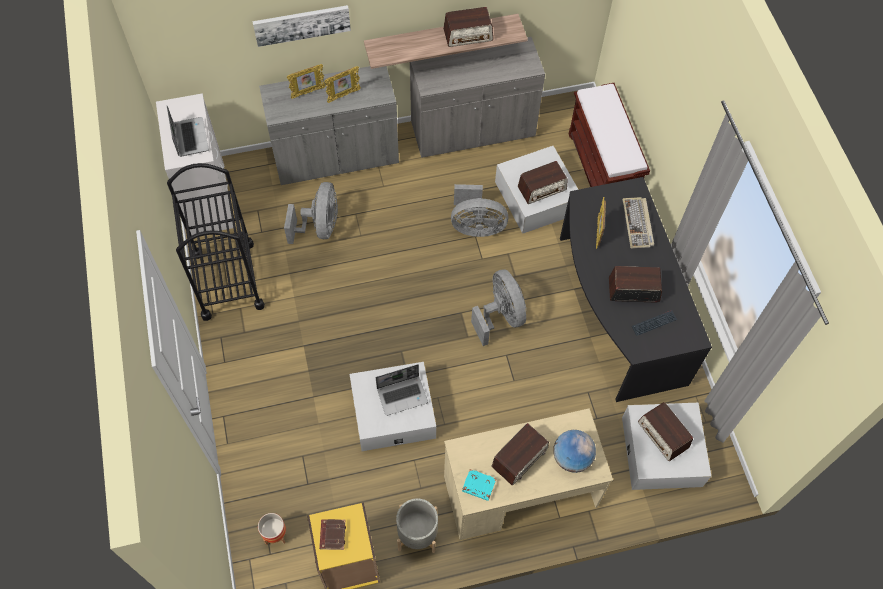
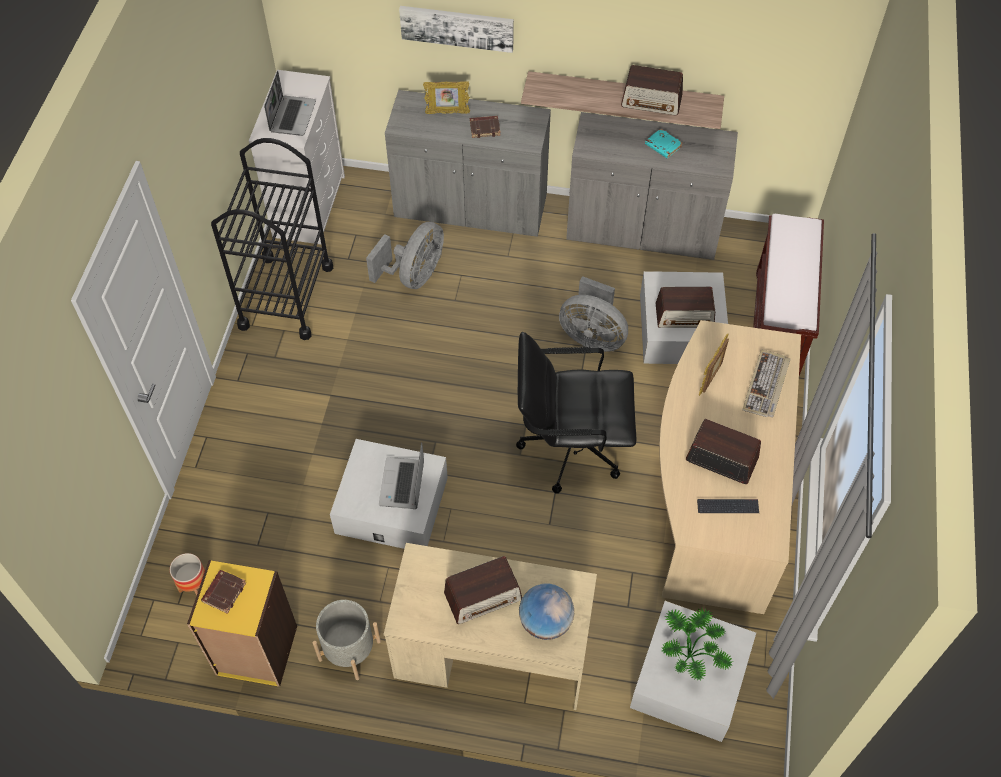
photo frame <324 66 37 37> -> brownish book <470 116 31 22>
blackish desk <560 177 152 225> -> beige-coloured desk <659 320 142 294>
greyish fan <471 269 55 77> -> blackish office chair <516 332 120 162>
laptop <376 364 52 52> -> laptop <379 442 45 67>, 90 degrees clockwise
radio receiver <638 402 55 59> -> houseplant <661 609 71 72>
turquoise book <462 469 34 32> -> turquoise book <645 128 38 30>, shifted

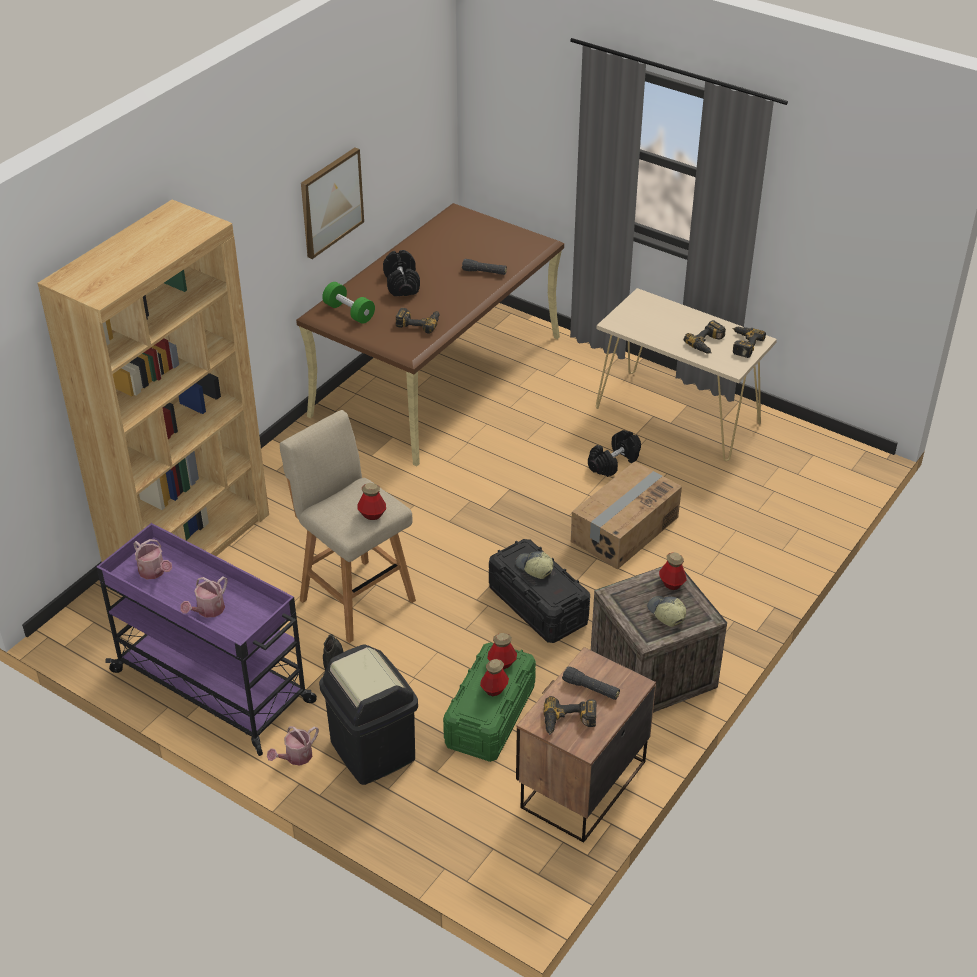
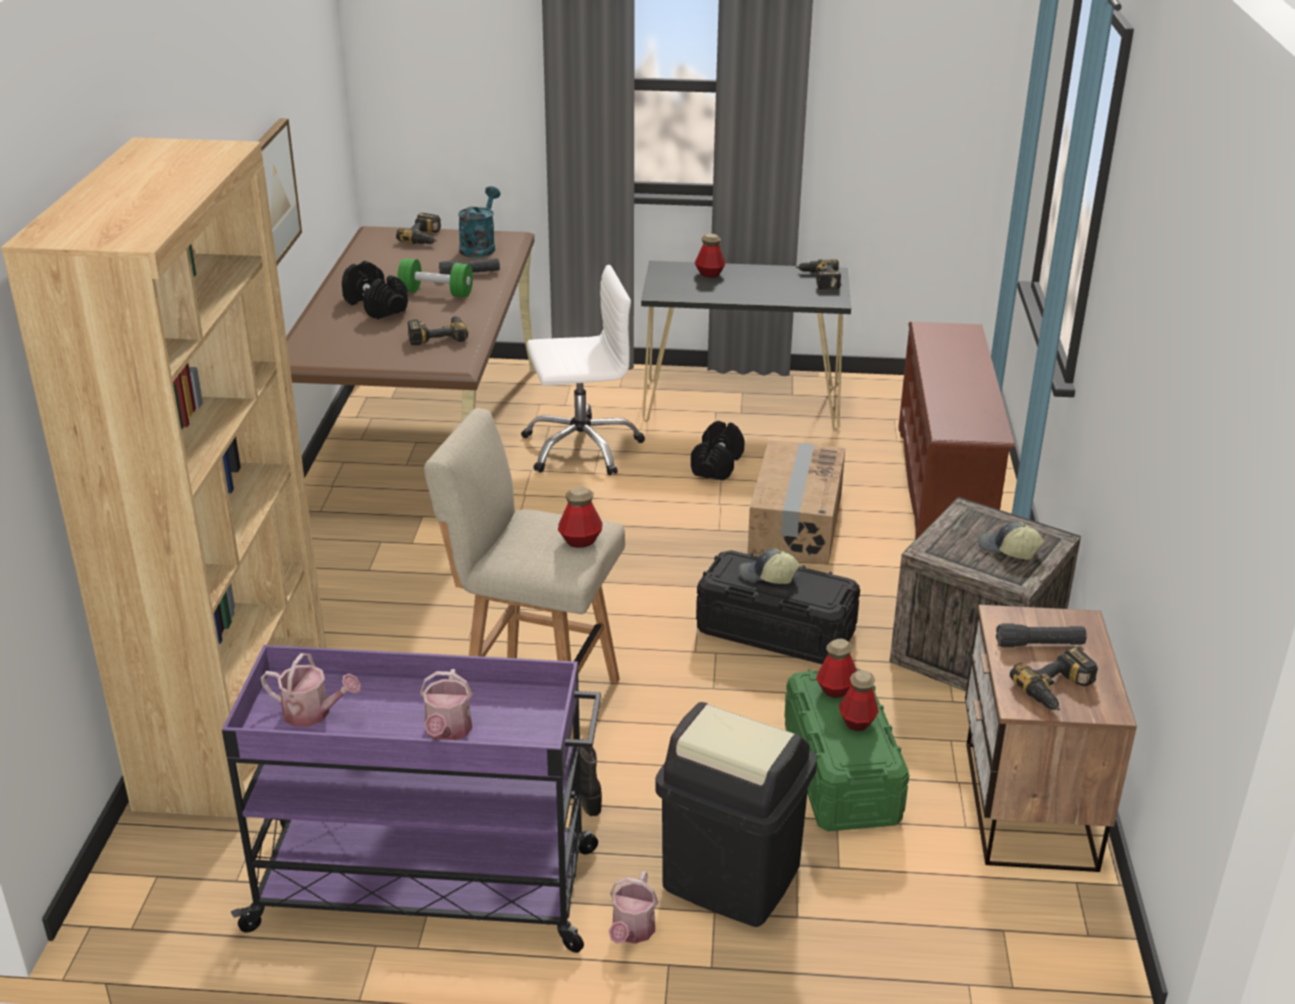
green-coloured free weight <322 282 53 42> -> green-coloured free weight <397 258 76 39>, shifted
beige-coloured console table <596 288 181 173> -> blackish console table <641 261 210 169>
electric drill <684 320 42 34> -> electric drill <396 213 45 31>, shifted
drink bottle <659 552 28 38> -> drink bottle <695 234 31 43>, shifted
none -> turquoise sprinkling can <458 186 42 72>
none -> whitish office chair <521 265 124 211>
none -> brownish shoe rack <898 322 117 218>

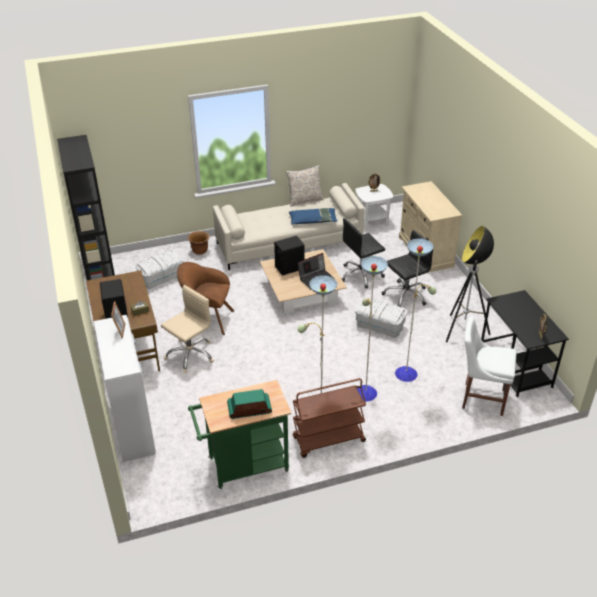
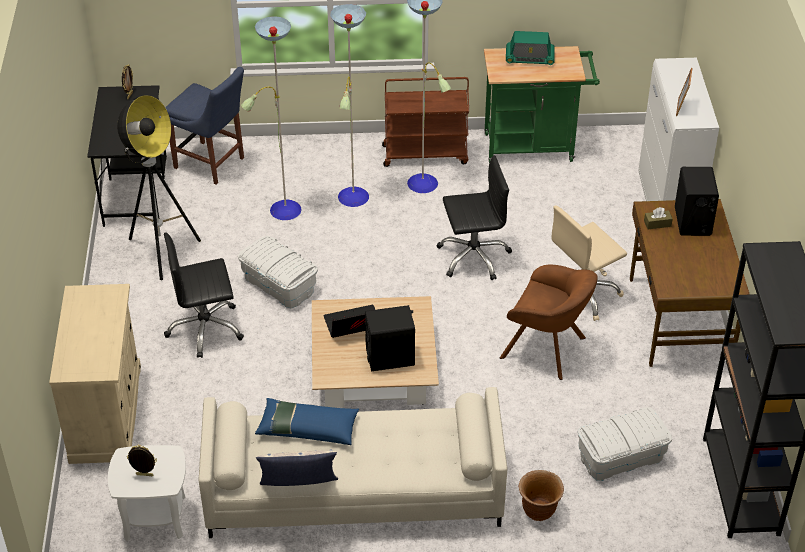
blackish office chair <342 218 43 71> -> blackish office chair <437 155 75 125>, shifted
whitish chair <462 317 55 99> -> blue-coloured chair <165 67 79 118>

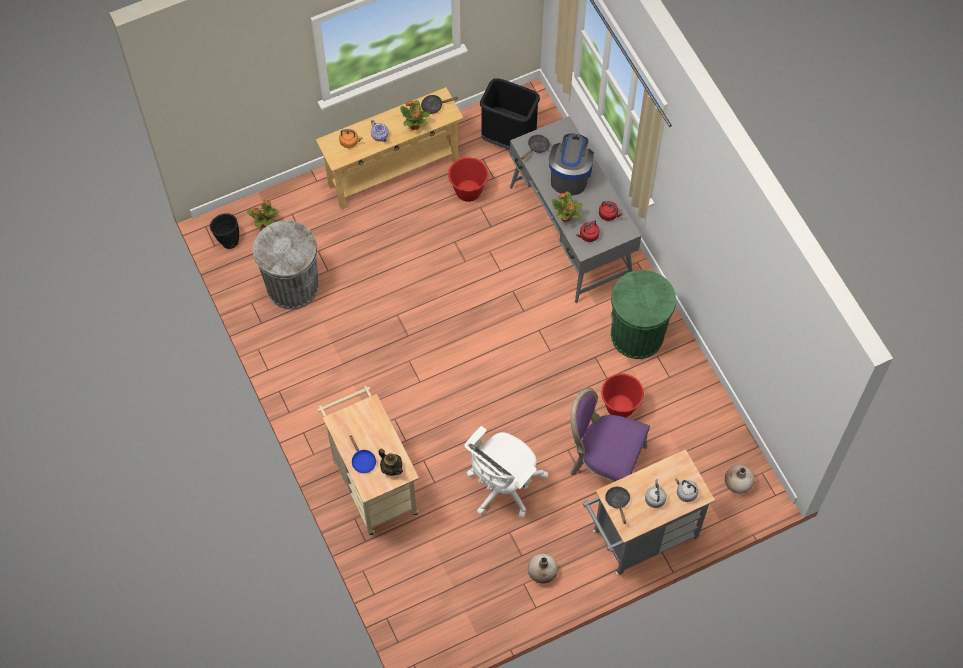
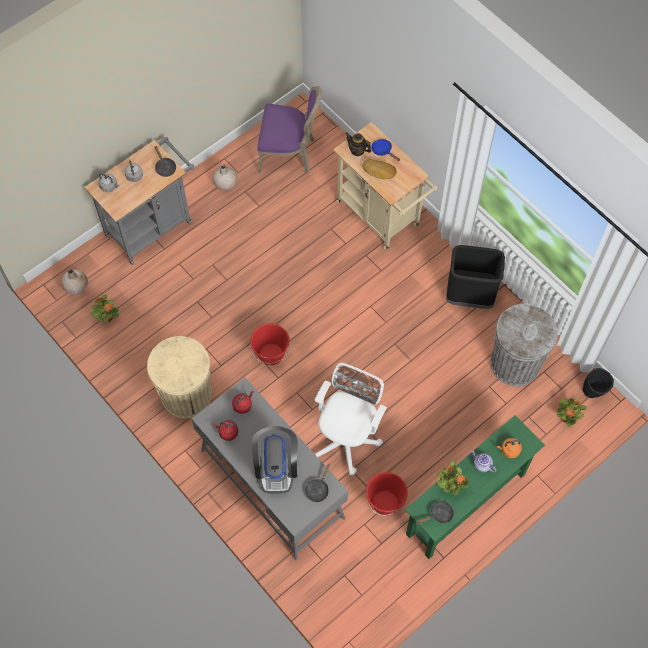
blackish waste bin <480 78 60 72> -> blackish waste bin <446 245 59 64>, shifted
beige-coloured console table <316 87 147 122> -> green-coloured console table <405 415 140 144>
houseplant <552 191 31 31> -> houseplant <91 295 28 27>, shifted
green-coloured waste bin <611 270 65 89> -> beige-coloured waste bin <147 336 65 83>
red-coloured bucket <600 374 45 44> -> red-coloured bucket <250 323 41 42>, shifted
purplish chair <570 388 80 94> -> purplish chair <257 86 65 88>, shifted
whitish office chair <464 426 84 92> -> whitish office chair <315 363 72 112>, shifted
none -> bread <362 159 35 20>

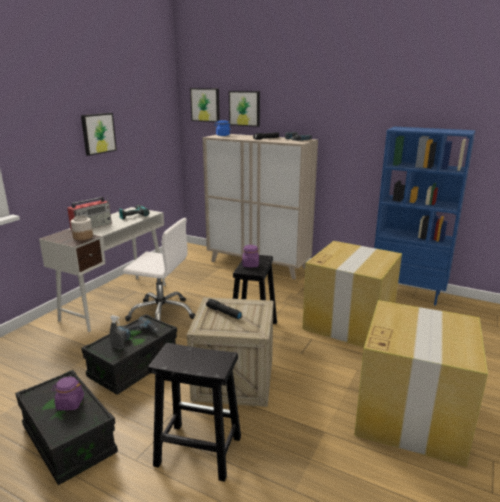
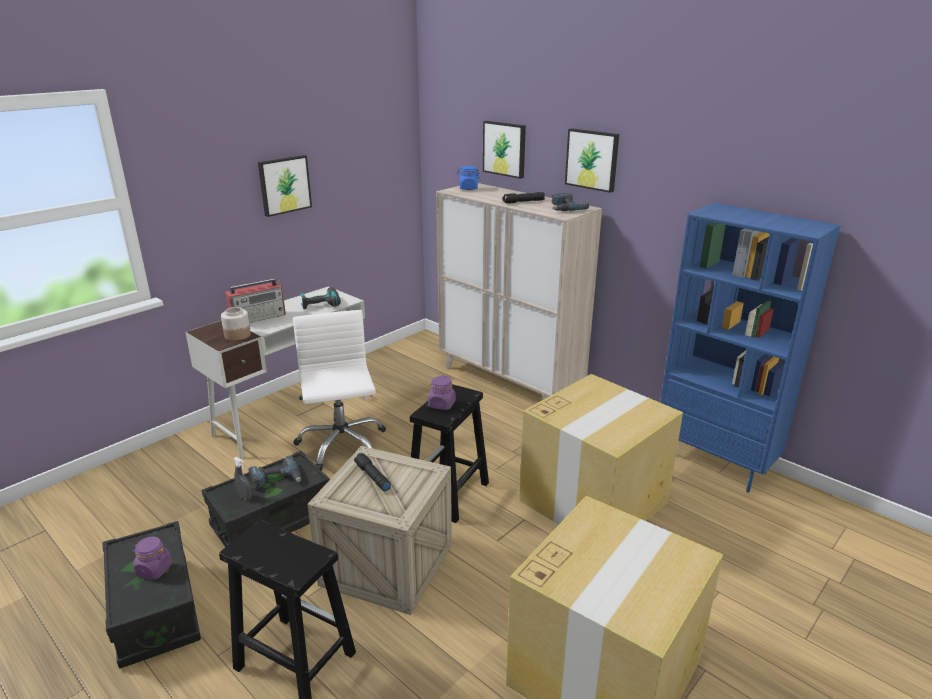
wall picture <190 88 30 34> -> wall picture <565 128 54 65>, shifted
whitish office chair <123 218 72 103> -> whitish office chair <293 310 93 161>, 135 degrees counterclockwise

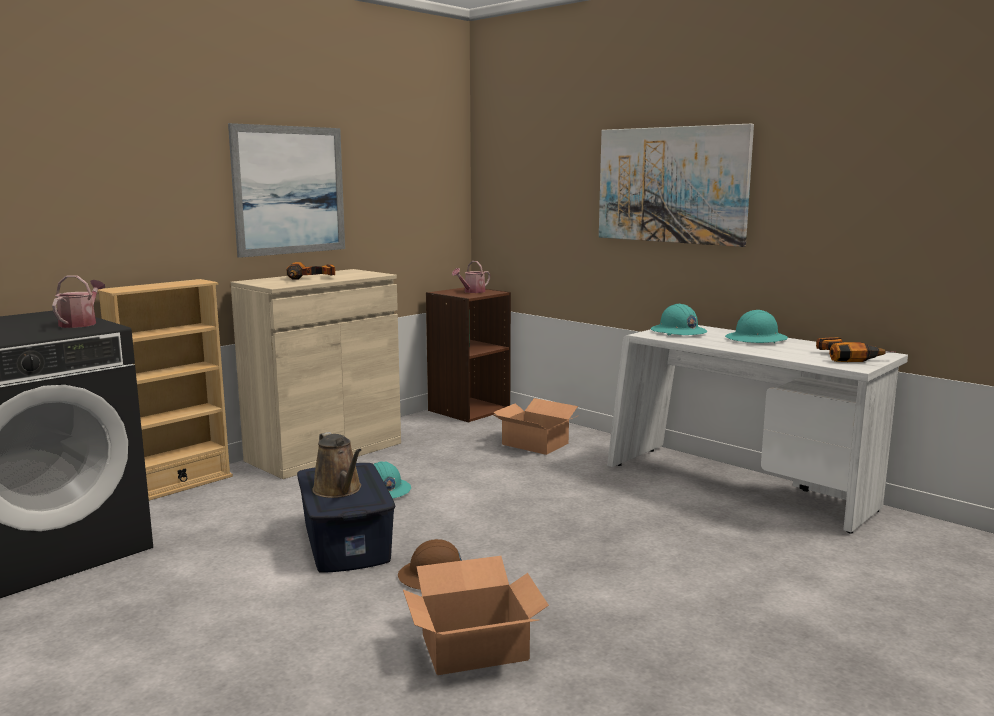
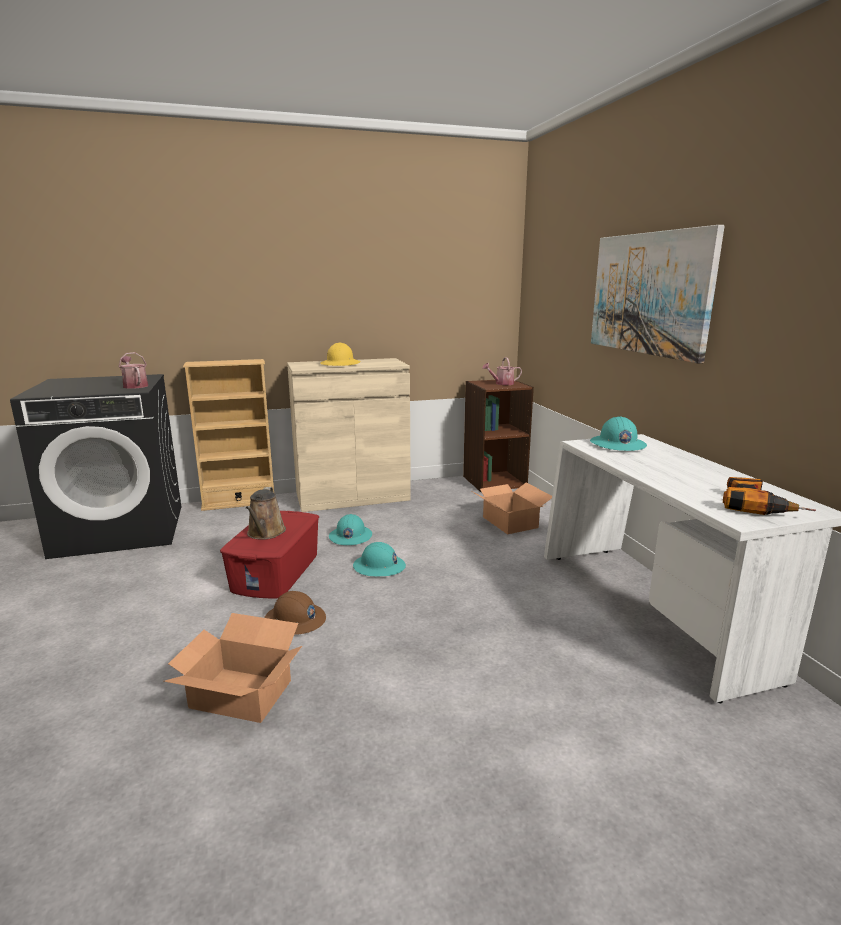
wall picture <228 123 117 135> -> none
electric drill <286 262 49 18> -> yellowish hard hat <320 343 41 23>
sprinkling can <52 275 53 53> -> sprinkling can <119 352 29 37>, 75 degrees counterclockwise
turquoise hard hat <725 310 63 33> -> turquoise hard hat <353 542 53 34>, shifted
blue-coloured storage box <297 463 98 110> -> red-coloured storage box <220 511 99 87>

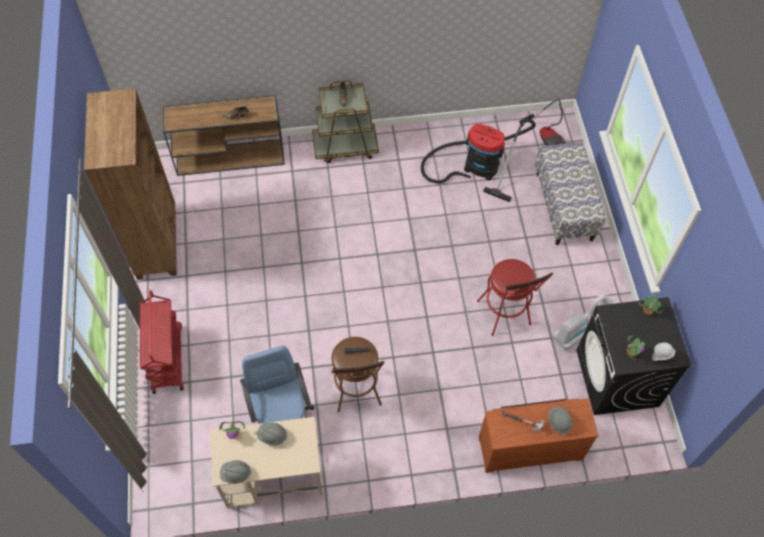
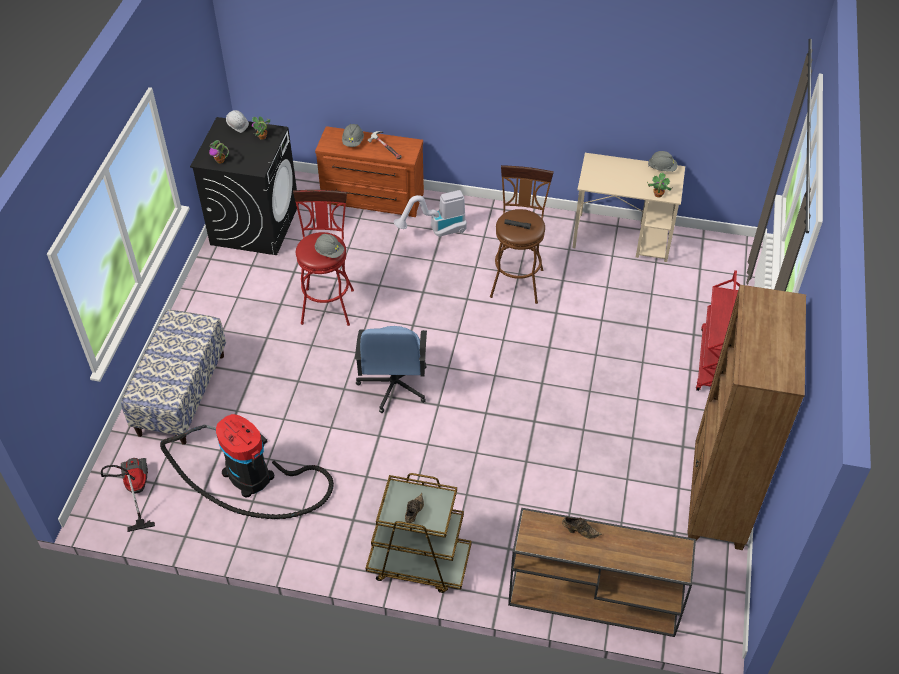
vacuum cleaner <553 294 60 57> -> vacuum cleaner <394 190 73 47>, shifted
blue-coloured office chair <240 346 74 78> -> blue-coloured office chair <355 326 72 87>, shifted
greyish hard hat <257 422 31 23> -> greyish hard hat <315 234 29 24>, shifted

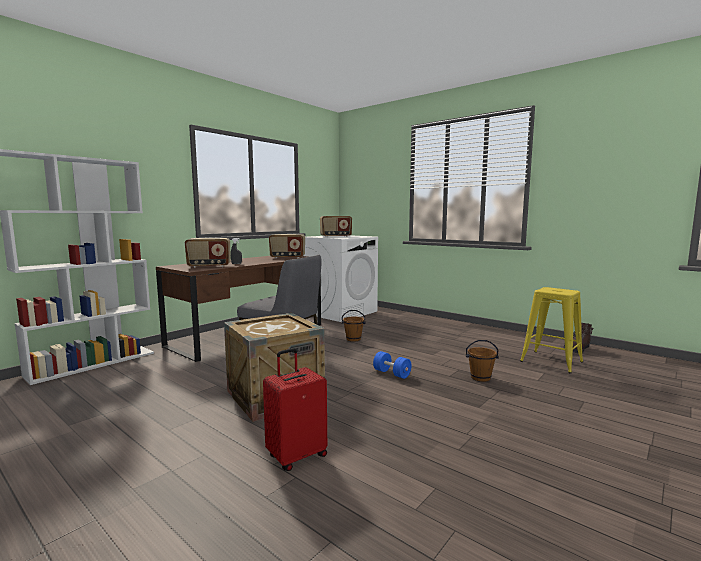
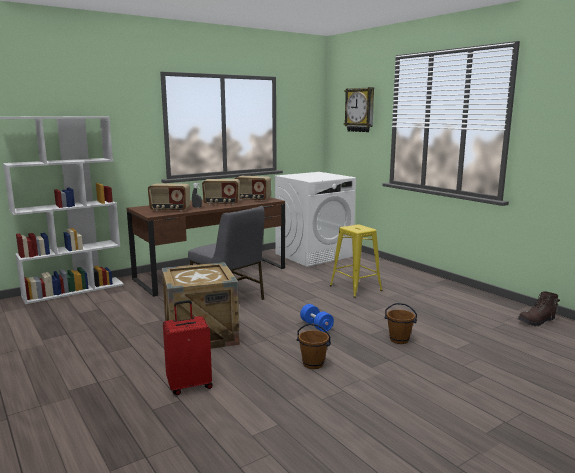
radio receiver <320 216 32 21> -> radio receiver <202 179 38 26>, shifted
yellowish stool seat <520 287 63 87> -> yellowish stool seat <330 225 53 73>, shifted
brownish bucket <342 310 24 32> -> brownish bucket <296 324 35 45>, shifted
none -> clock on the wall <344 87 30 45>

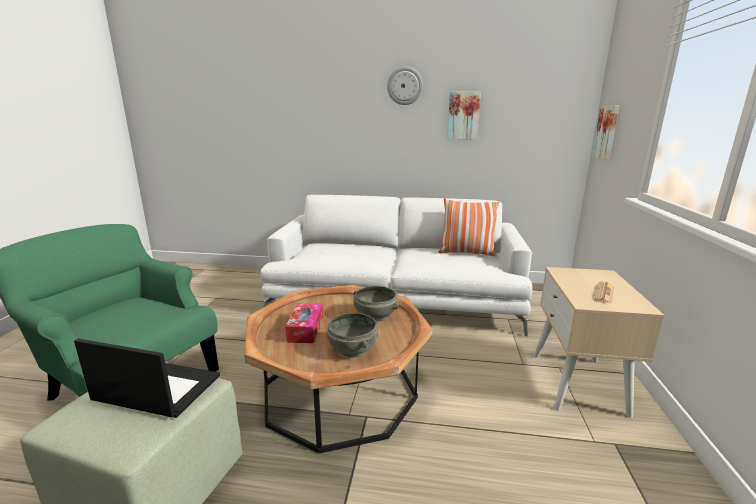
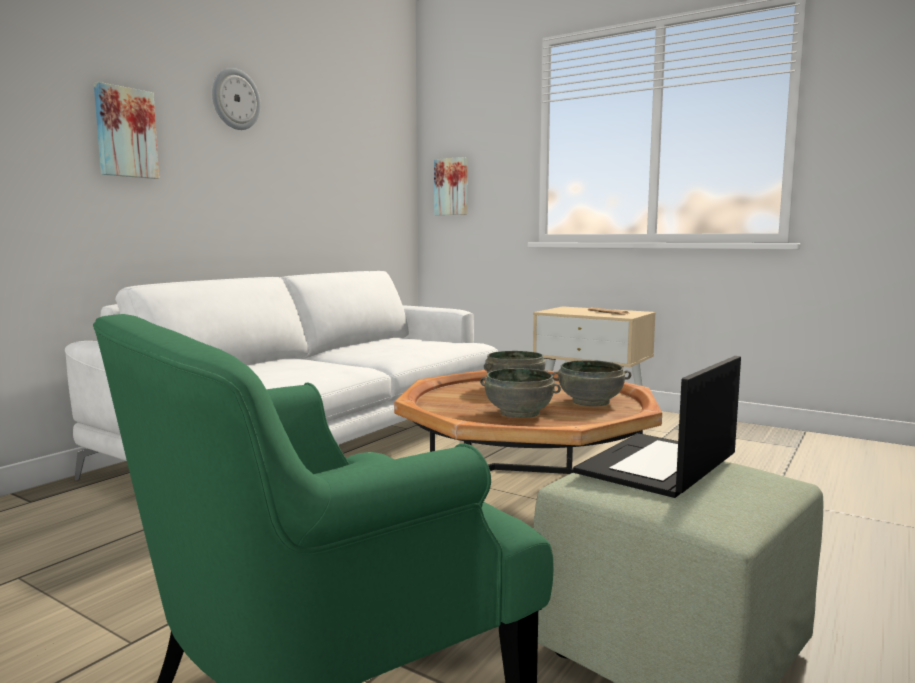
wall picture <447 91 34 49> -> wall picture <94 82 65 97>, shifted
throw pillow <438 198 61 58> -> none
tissue box <285 303 38 40> -> greyish deep dish <480 368 81 50>

